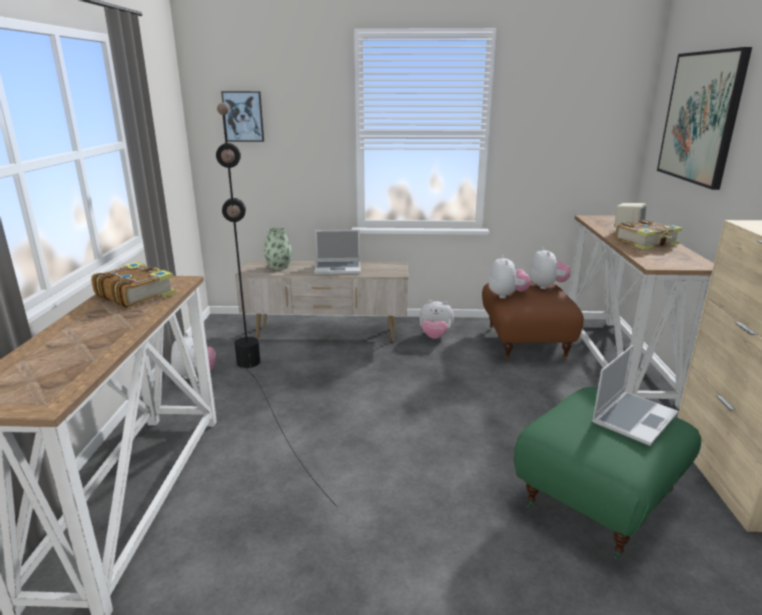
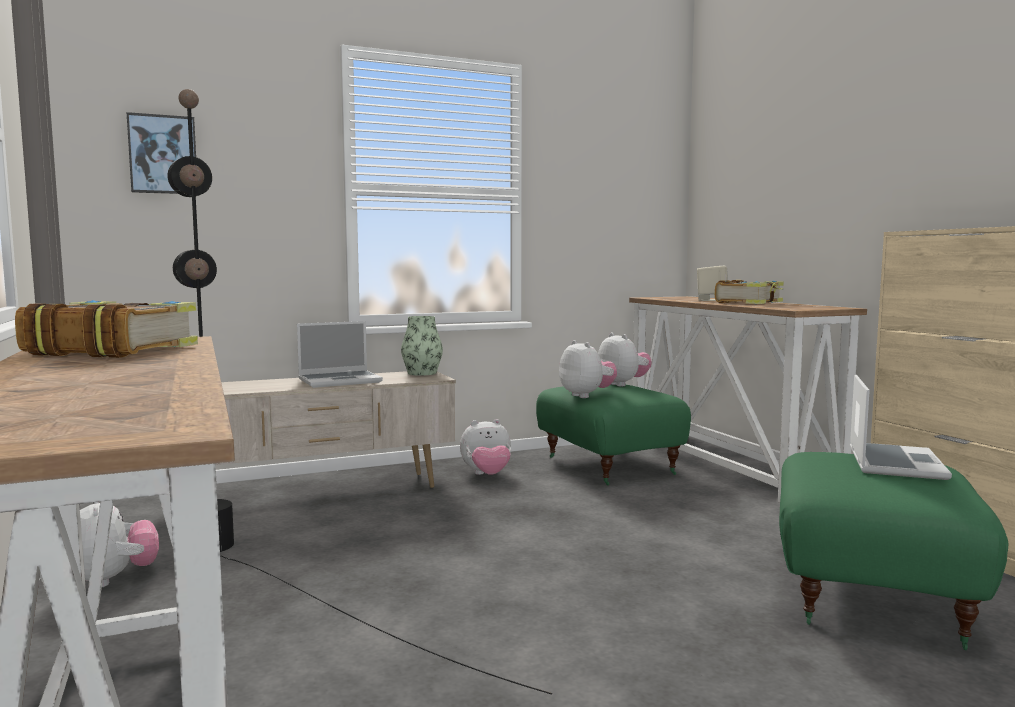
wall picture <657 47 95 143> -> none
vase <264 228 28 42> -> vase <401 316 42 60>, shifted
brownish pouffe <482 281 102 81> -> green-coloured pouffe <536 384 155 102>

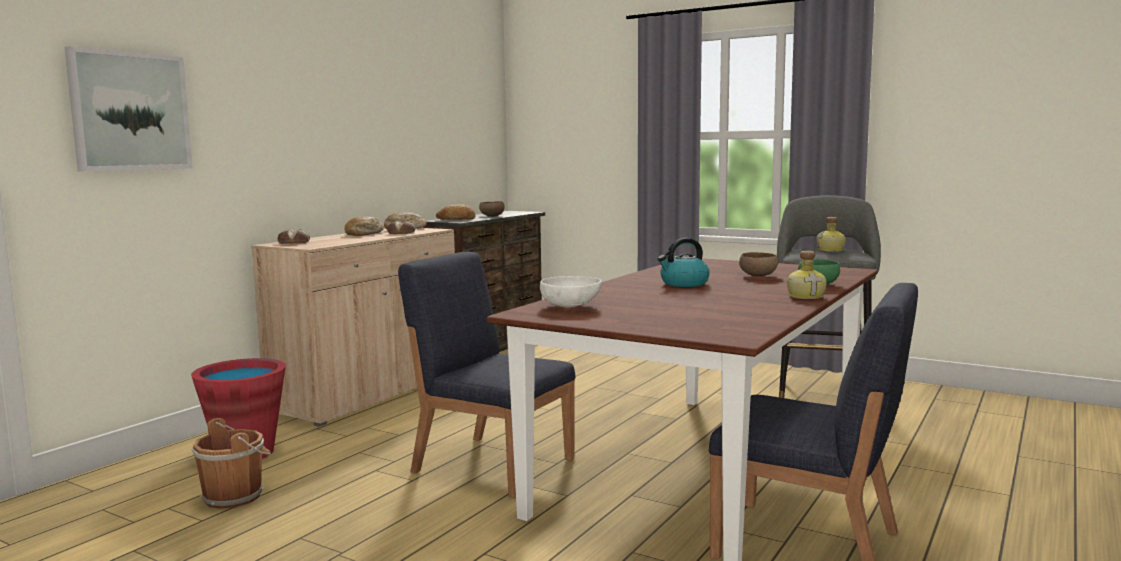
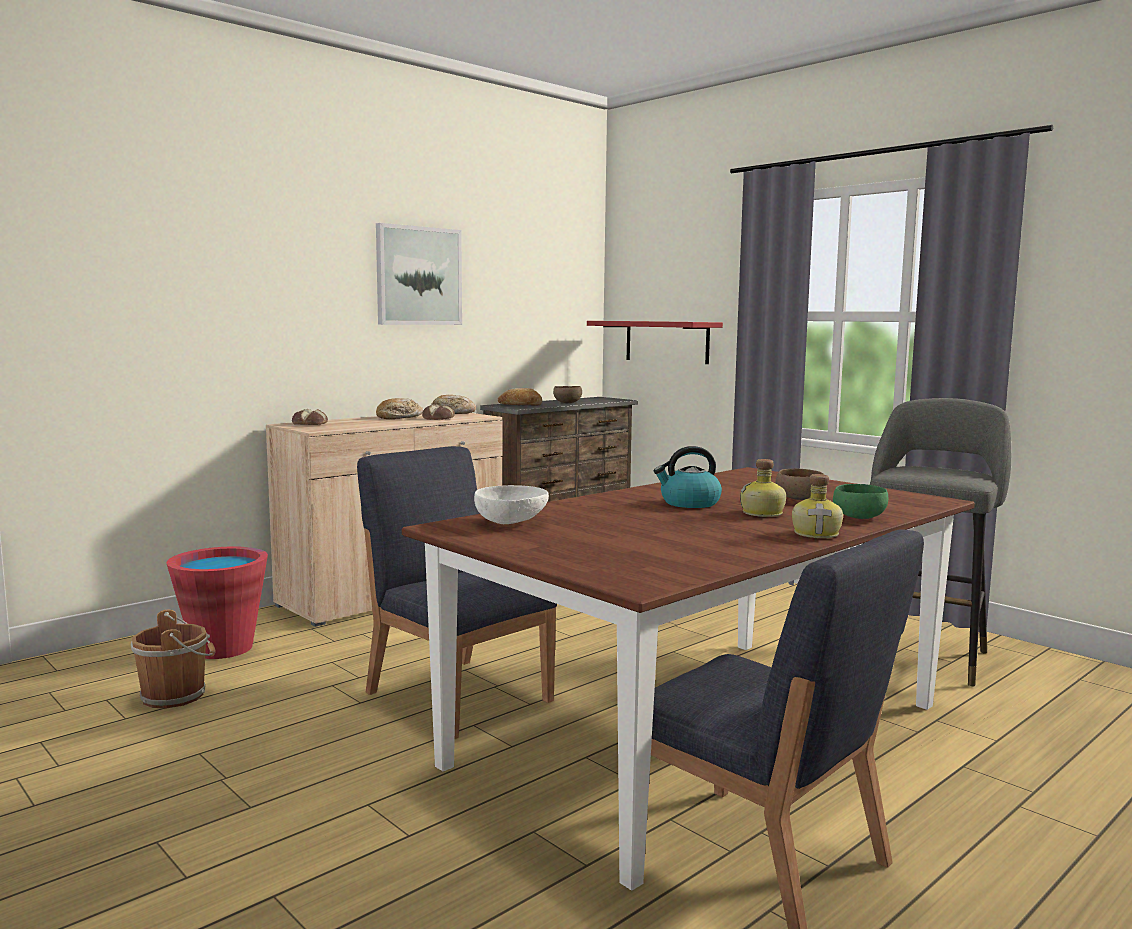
wall picture <64 46 129 126> -> wall picture <376 223 86 102>, shifted
drink bottle <817 217 29 35> -> drink bottle <740 459 46 58>, shifted
none -> red-coloured shelf <587 321 136 43>

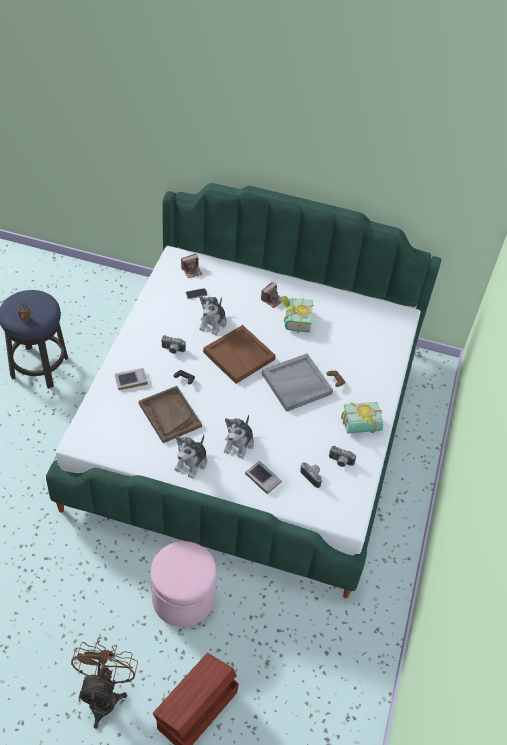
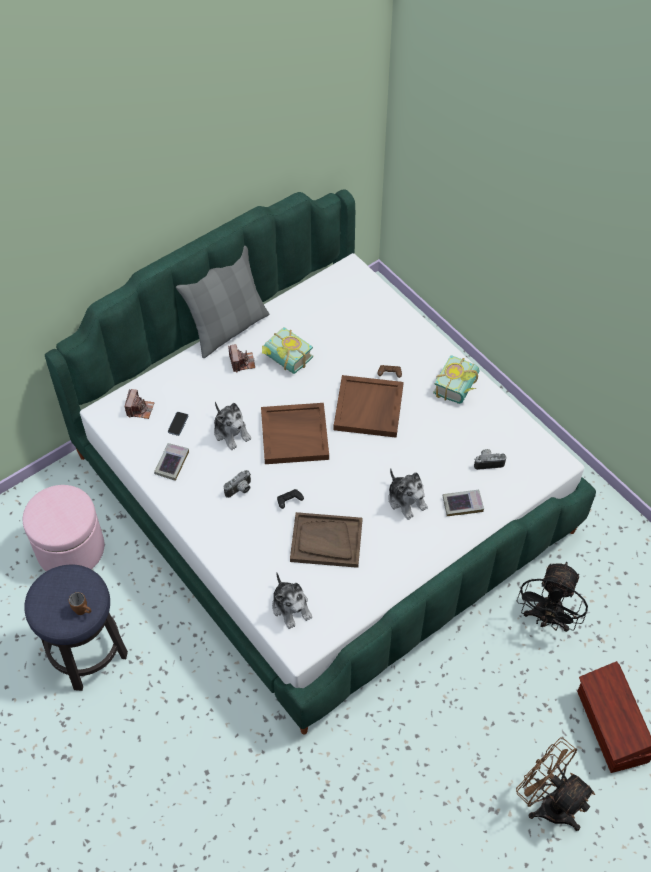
greyish tray <262 354 71 58> -> brownish tray <334 375 70 63>
book <115 368 33 22> -> book <154 443 35 38>, shifted
soft toy <175 435 32 44> -> soft toy <272 573 40 56>, shifted
still camera <329 446 27 21> -> none
pink-coloured pouffe <150 541 67 86> -> pink-coloured pouffe <23 485 82 86>, shifted
none -> greyish throw pillow <176 246 93 112>
none -> blackish fan <517 562 71 70>

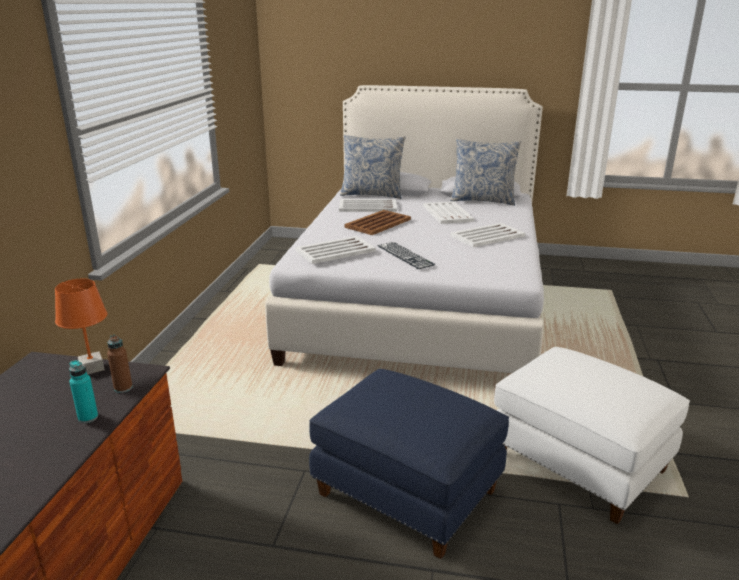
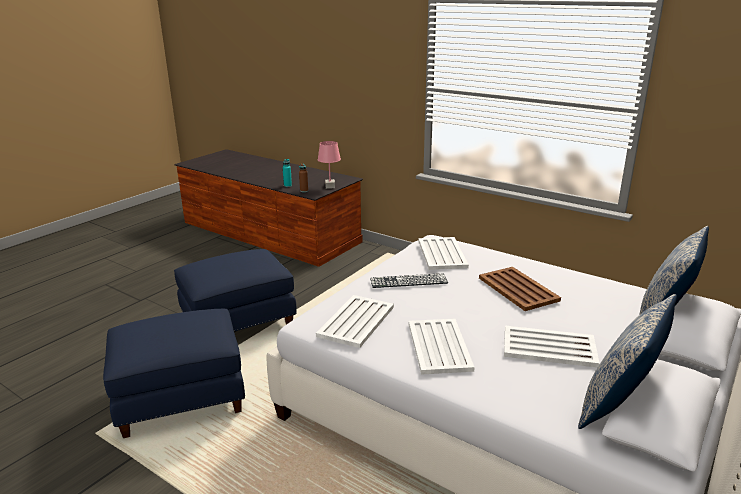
whitish tray <339 199 58 13> -> whitish tray <316 295 78 53>, shifted
orange-coloured table lamp <55 279 52 95> -> pink-coloured table lamp <318 141 23 48>
whitish pouffe <494 347 196 177> -> blue-coloured pouffe <103 309 142 129>

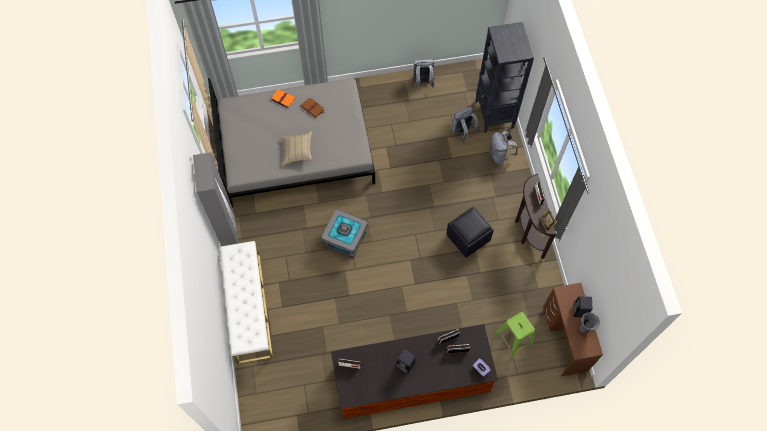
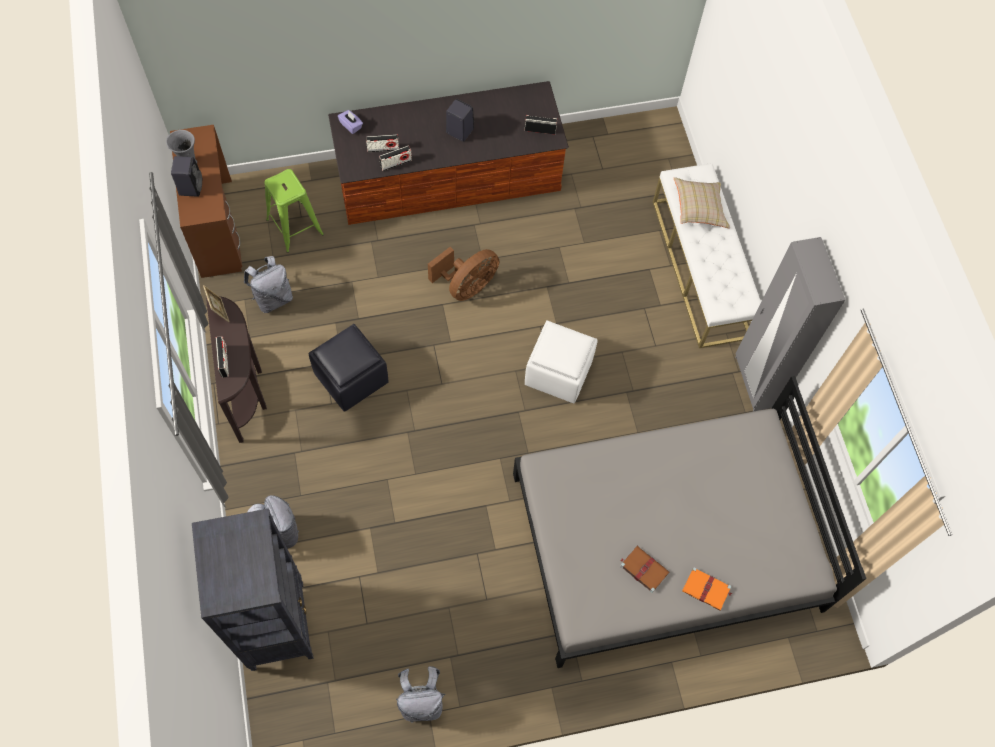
greyish rucksack <452 107 28 34> -> greyish rucksack <244 256 49 57>, shifted
beige-coloured throw pillow <282 131 30 35> -> beige-coloured throw pillow <674 177 56 52>, shifted
greyish storage box <322 209 46 50> -> whitish pouffe <525 320 73 83>
none -> brownish fan <428 247 71 54>

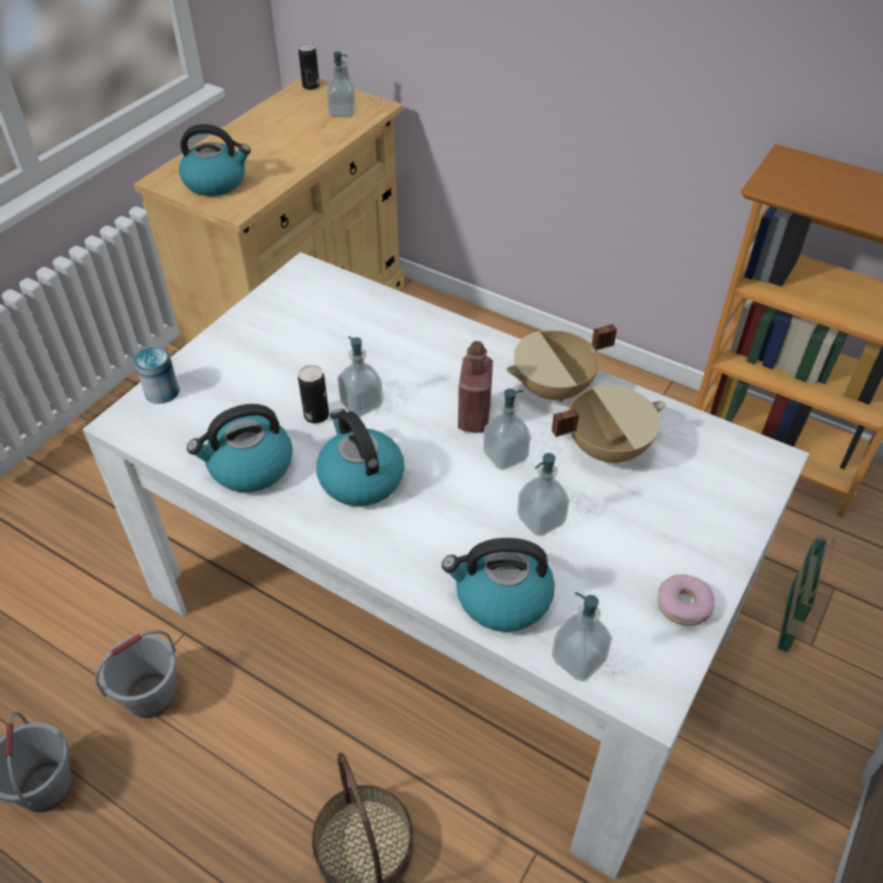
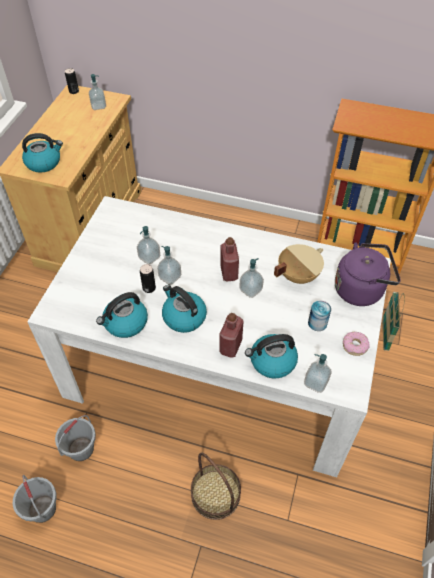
beige-coloured stockpot <507 324 110 78> -> none
sealed can <134 347 45 57> -> sealed can <308 301 23 30>, shifted
liquid soap bottle <517 453 52 83> -> liquid soap bottle <137 226 23 39>, shifted
none -> purplish water kettle <335 242 66 64>
none -> red-coloured drink bottle <220 313 24 45>

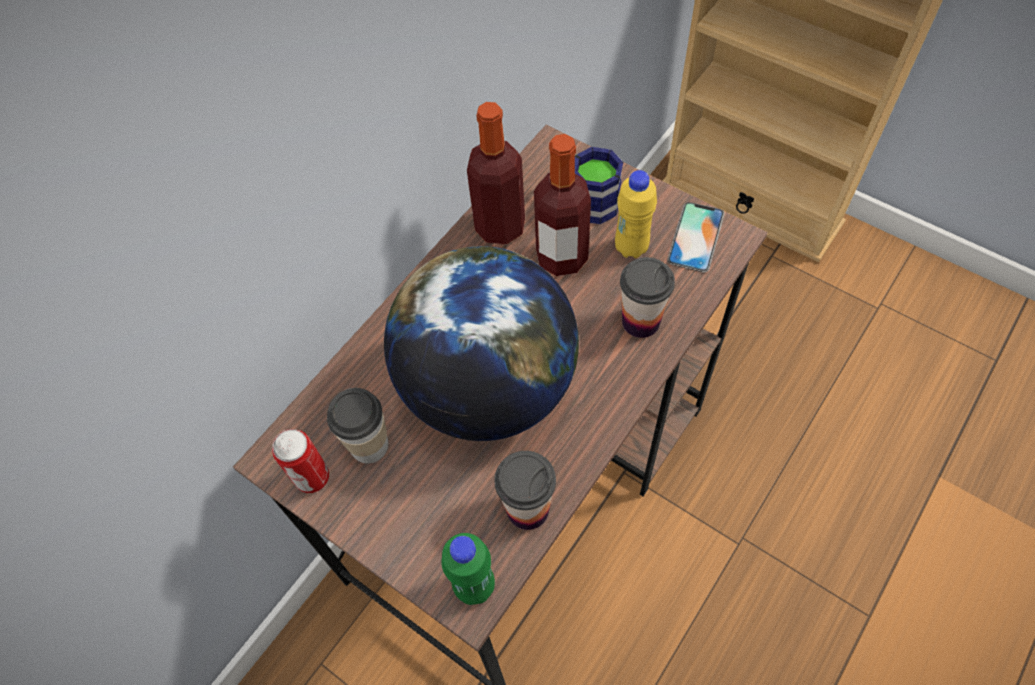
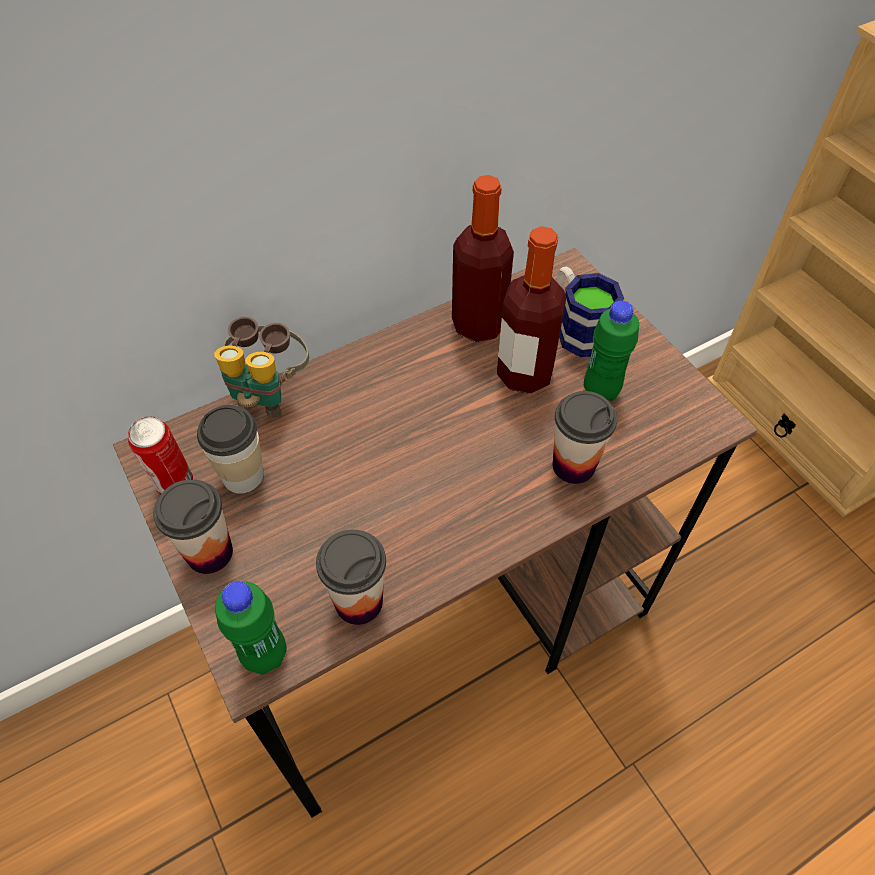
yellowish drink bottle <615 170 42 88> -> green-coloured drink bottle <584 300 55 101>
phone <667 202 58 71> -> none
world globe <384 246 195 195> -> none
none -> field glasses <214 316 95 102>
none -> drinking cup <153 480 80 94>

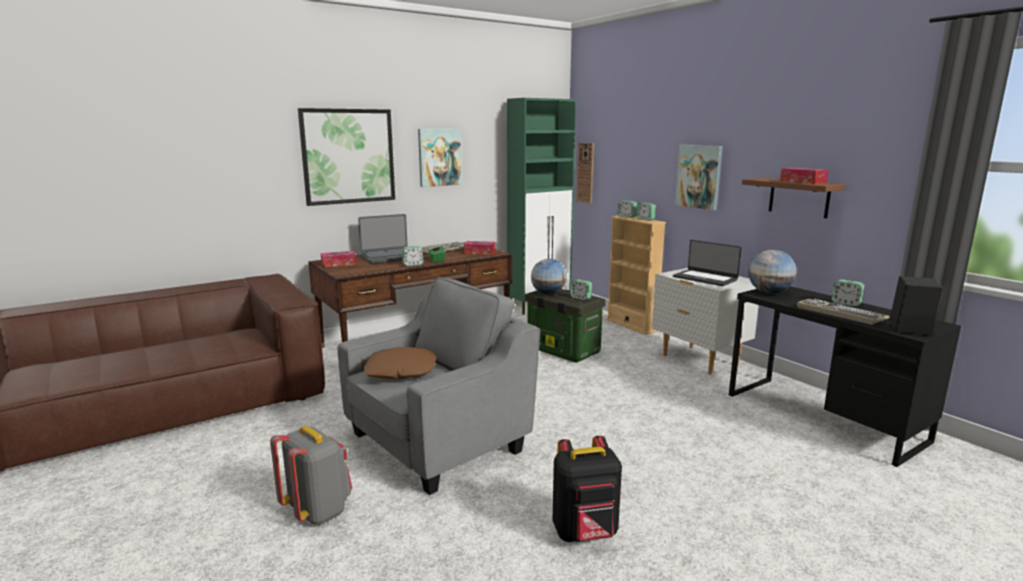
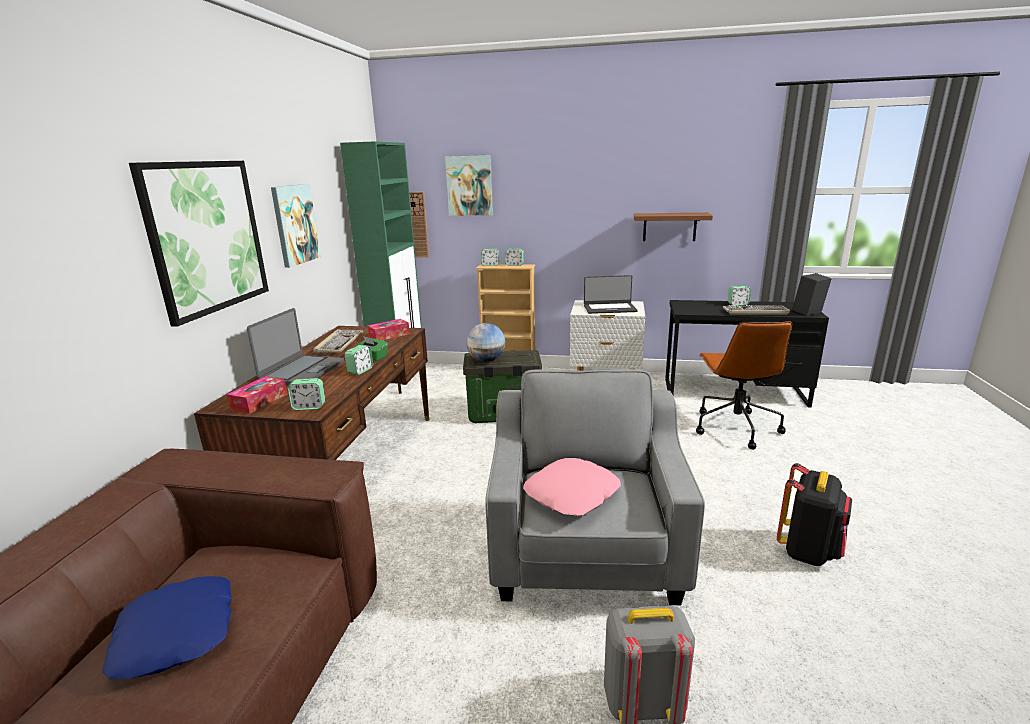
wall picture <675 145 48 65> -> wall picture <445 155 48 61>, shifted
tissue box <780 168 49 16> -> none
world globe <748 249 49 45> -> none
alarm clock <570 279 22 21> -> alarm clock <288 378 37 32>, shifted
brownish throw pillow <363 347 74 32> -> pink-coloured throw pillow <523 458 98 58>
none -> brownish office chair <696 321 96 129>
none -> blue-coloured throw pillow <102 576 130 103>

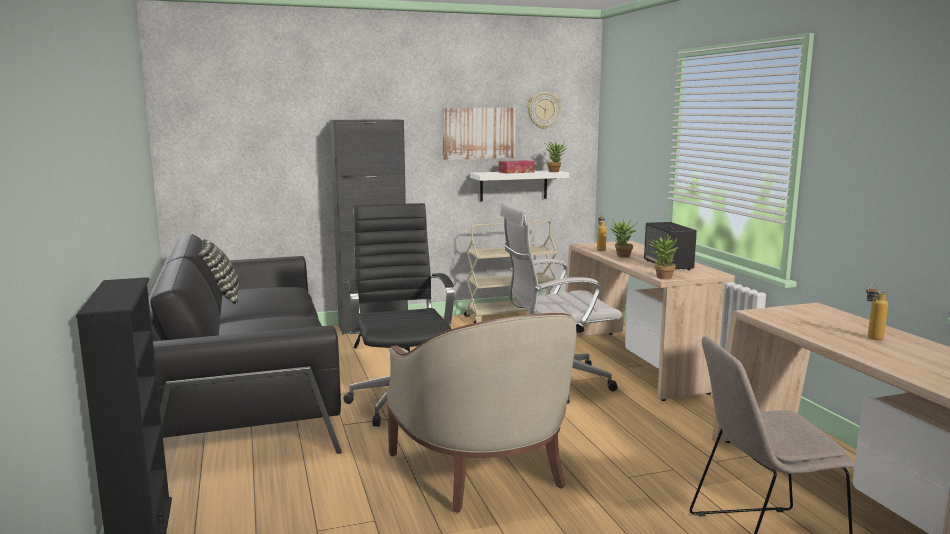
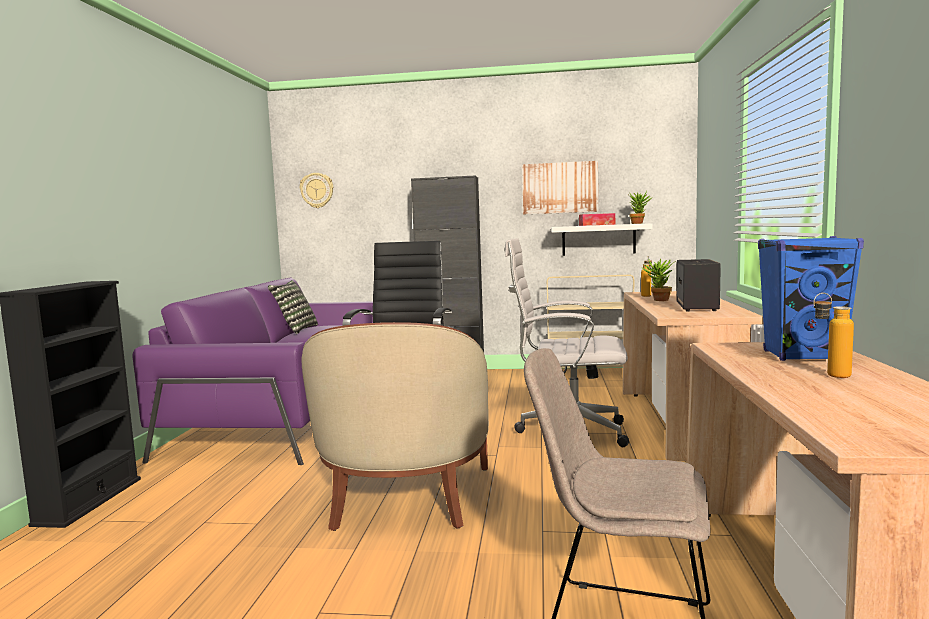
clock on the wall <527 92 34 37> -> clock on the wall <300 173 33 35>, shifted
blackish sofa <148 234 194 220> -> purplish sofa <132 278 241 187>
houseplant <647 234 31 45> -> none
none -> blue-coloured loudspeaker <758 236 106 125>

